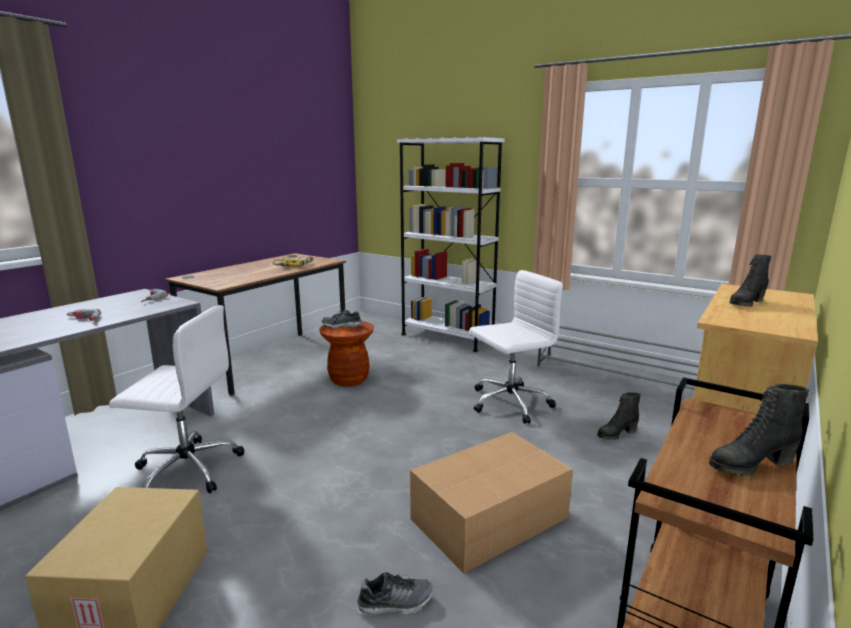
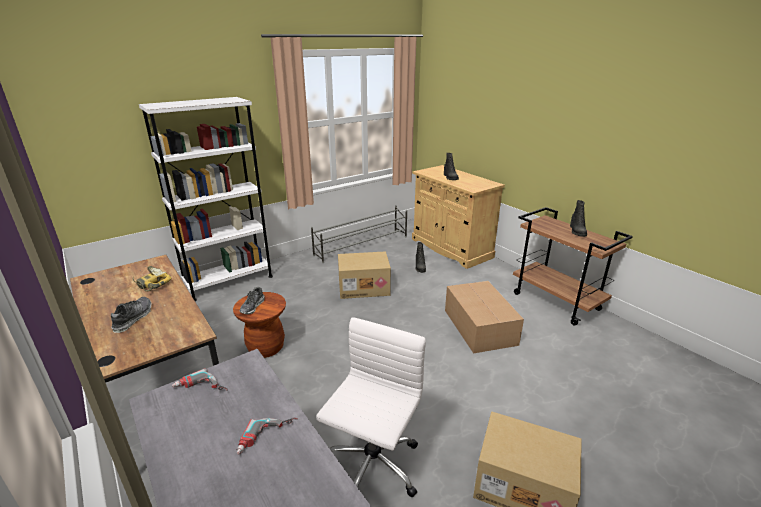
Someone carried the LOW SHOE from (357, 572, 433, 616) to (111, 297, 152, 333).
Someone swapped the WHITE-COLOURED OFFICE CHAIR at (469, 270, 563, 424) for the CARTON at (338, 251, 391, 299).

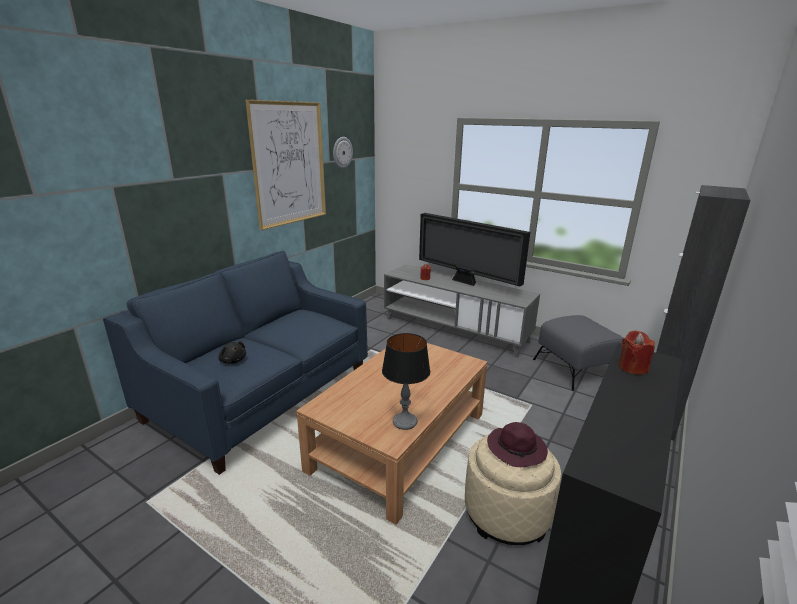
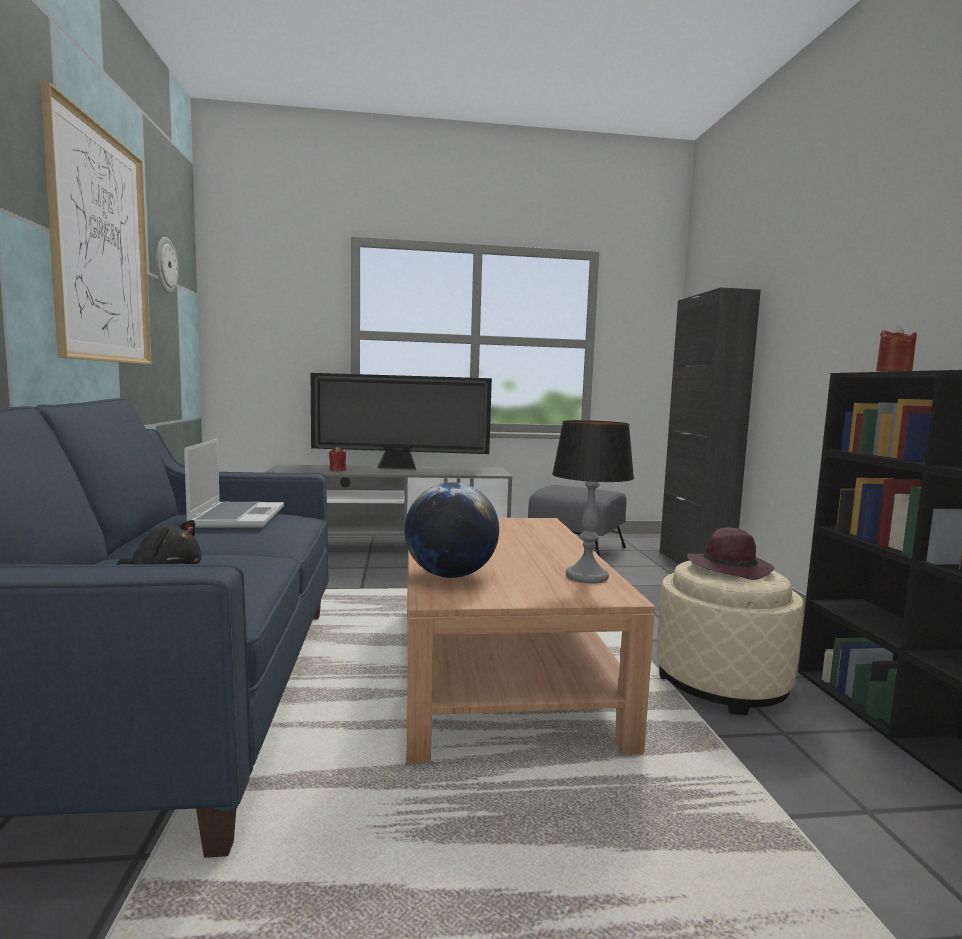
Someone put down the LAPTOP at (184, 439, 284, 528).
Someone put down the WORLD GLOBE at (404, 482, 499, 578).

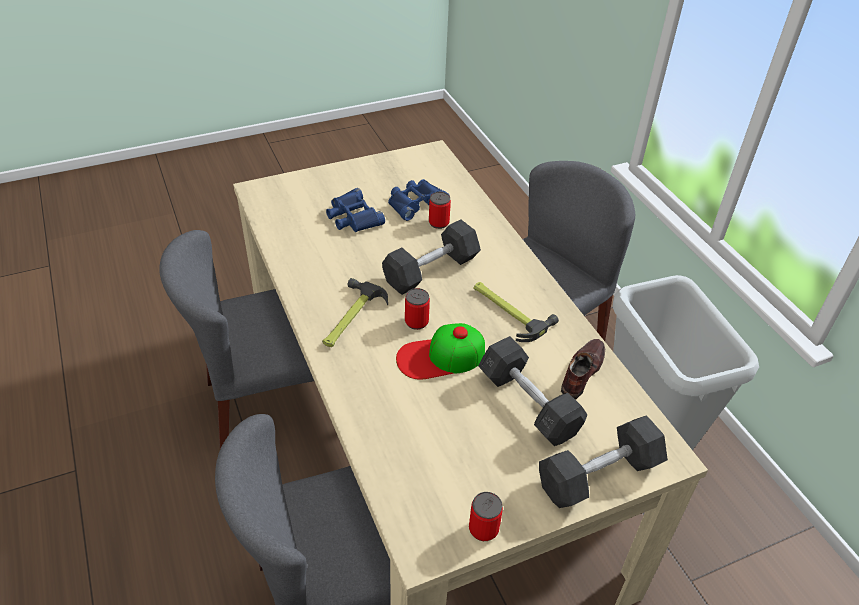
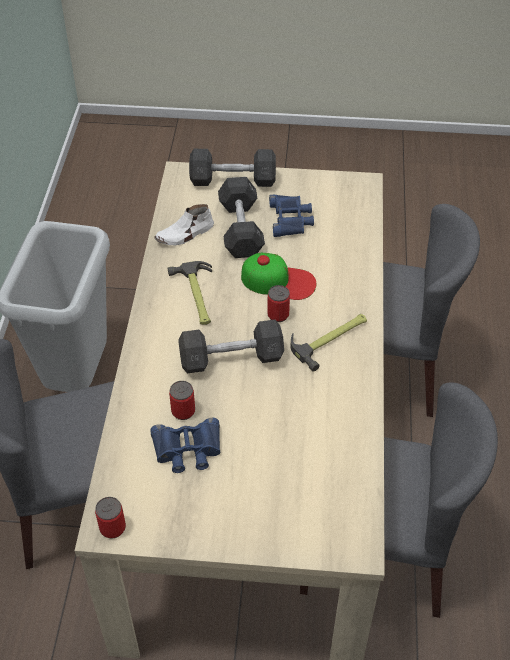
Someone carried the BLUE-COLOURED FIELD GLASSES from (326, 188, 385, 232) to (269, 195, 314, 237).
Someone carried the METAL CAN from (469, 492, 503, 541) to (95, 497, 126, 539).
Someone repainted the BROWNISH LOW SHOE at (561, 339, 605, 399), which became the WHITE-COLOURED LOW SHOE at (154, 204, 214, 245).

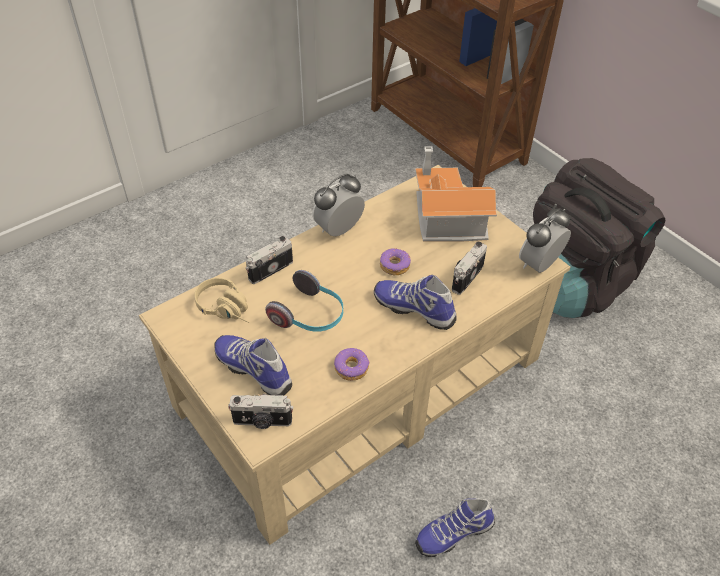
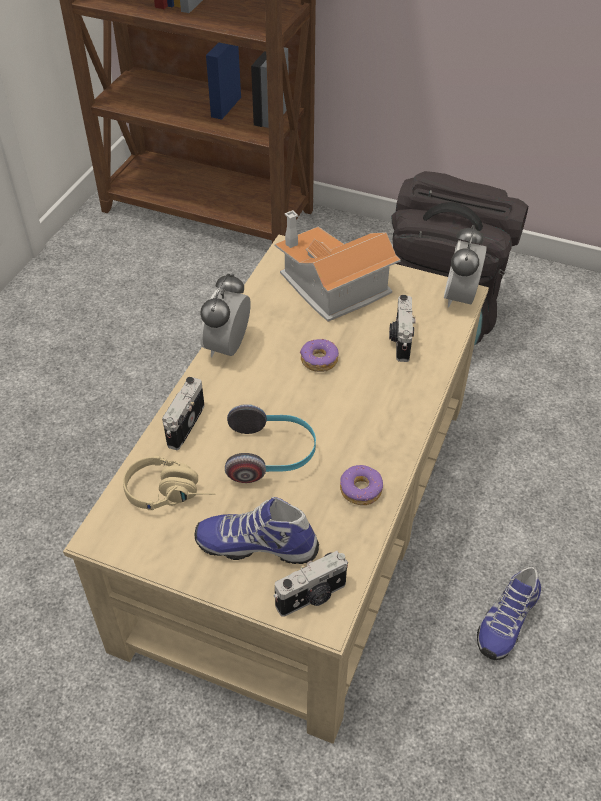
Someone took away the LOW SHOE at (374, 274, 457, 330).

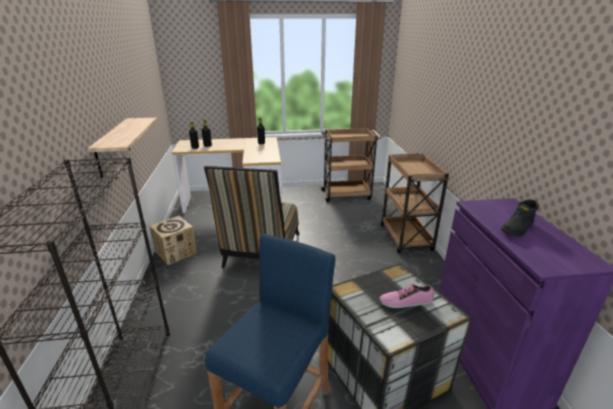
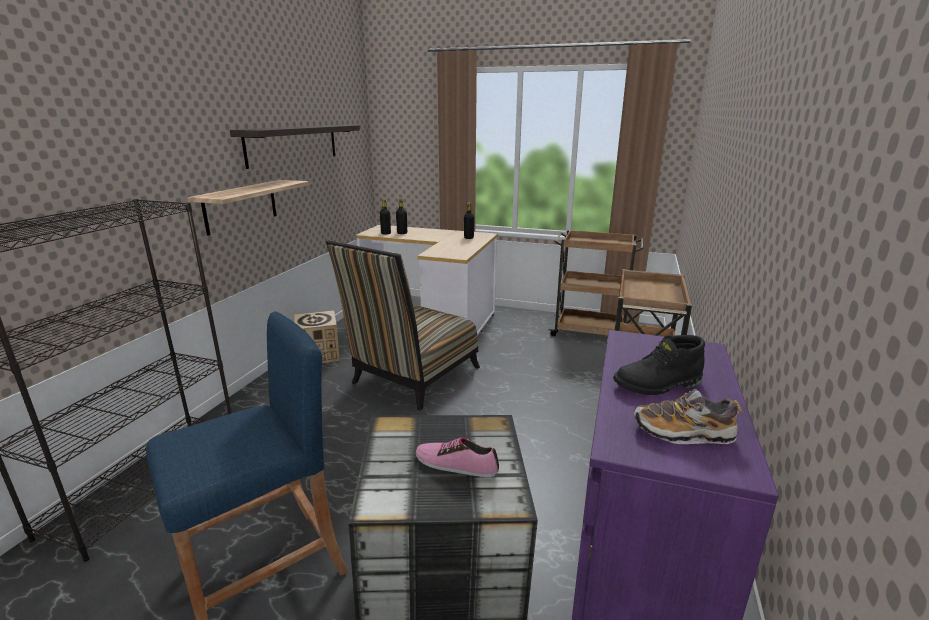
Someone put up the BRACKET SHELF at (230, 125, 360, 169).
Someone put down the LOW SHOE at (634, 389, 742, 444).

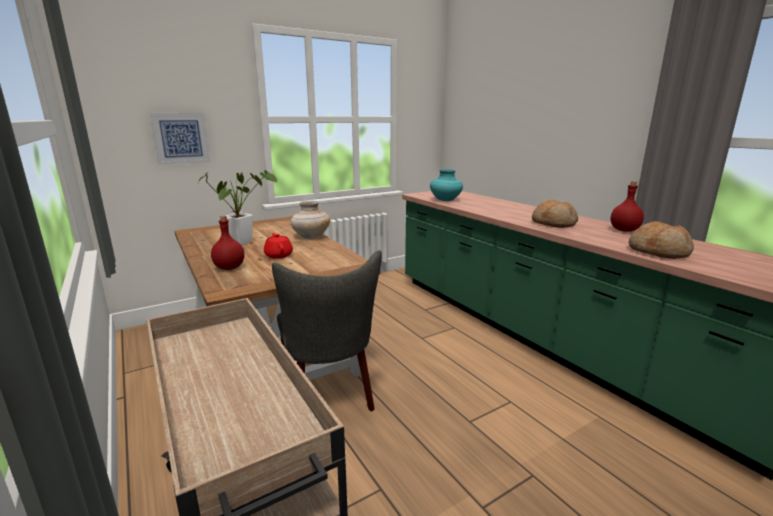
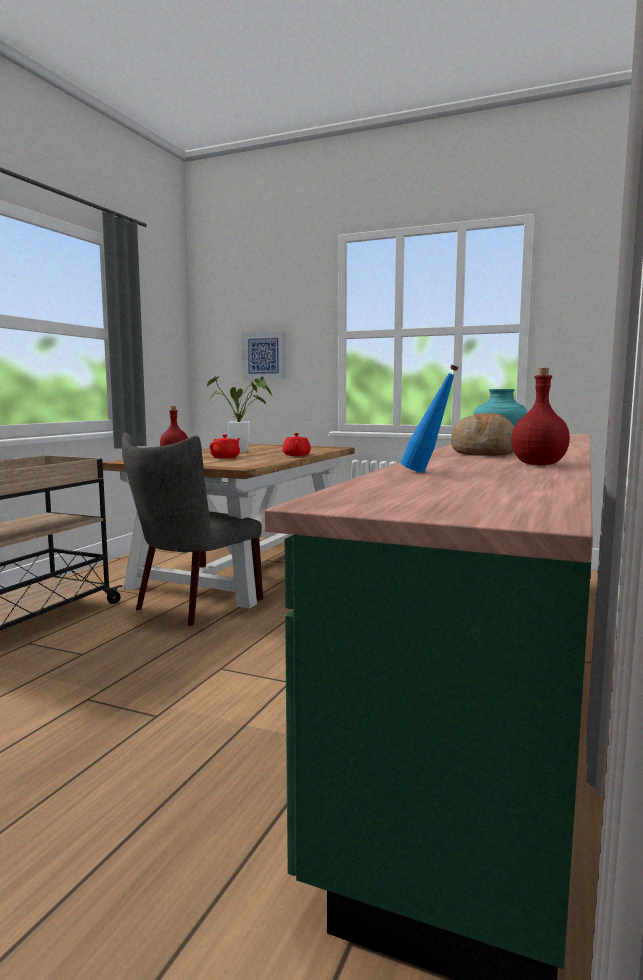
Someone swapped the SAND-COLOURED FLOWER VASE at (290, 201, 330, 239) for the RED TEAPOT at (282, 433, 311, 456).
Someone swapped the BAKERY BREAD at (629, 221, 694, 259) for the BLUE-COLOURED DRINK BOTTLE at (400, 364, 459, 473).

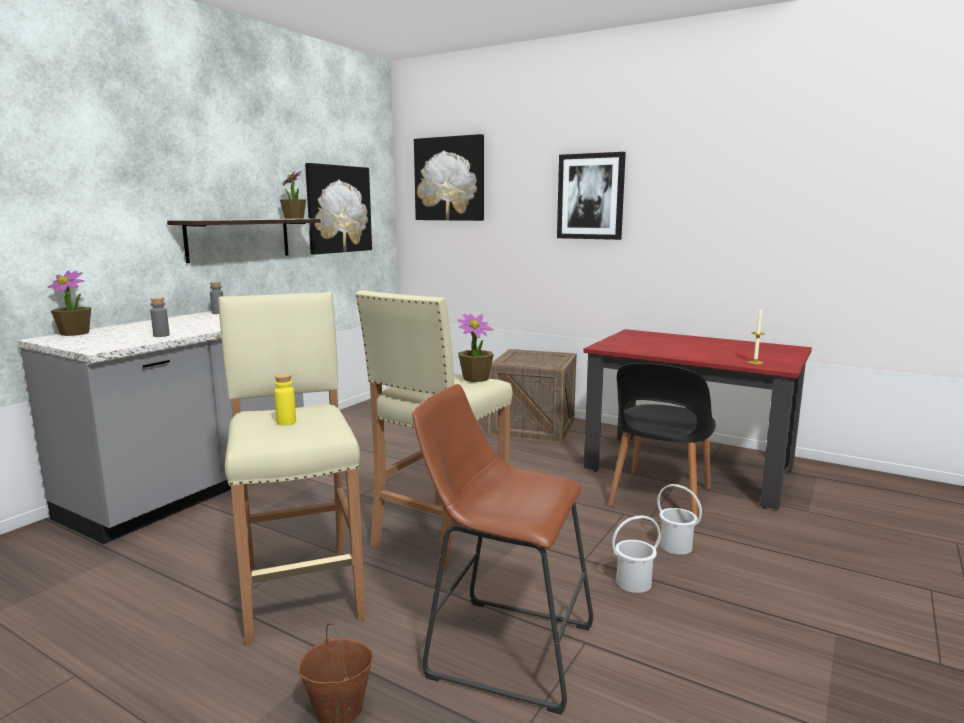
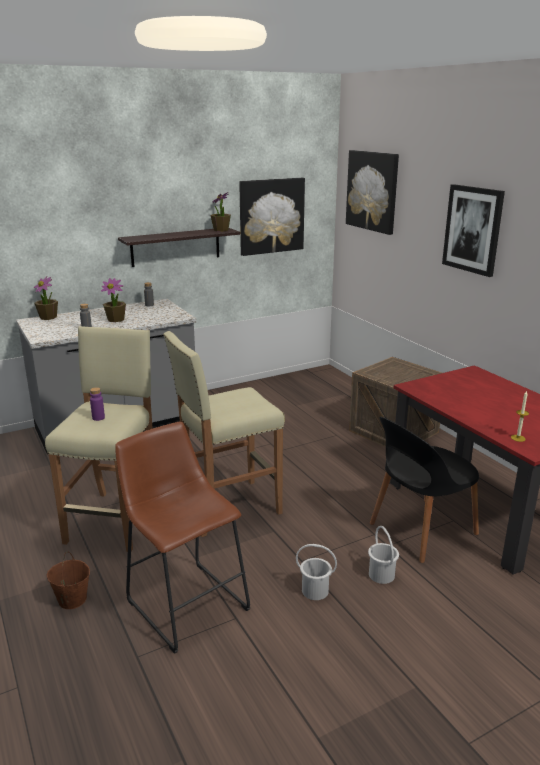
Someone repainted the YELLOWISH DRINK BOTTLE at (274, 374, 296, 425), which became the PURPLE-COLOURED DRINK BOTTLE at (90, 387, 105, 421).
Someone carried the PLANT IN A POT from (457, 313, 494, 382) to (101, 278, 126, 322).

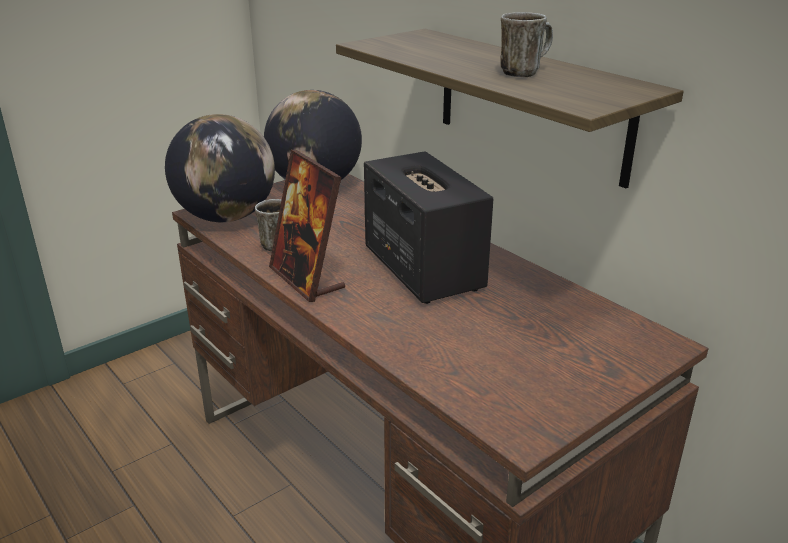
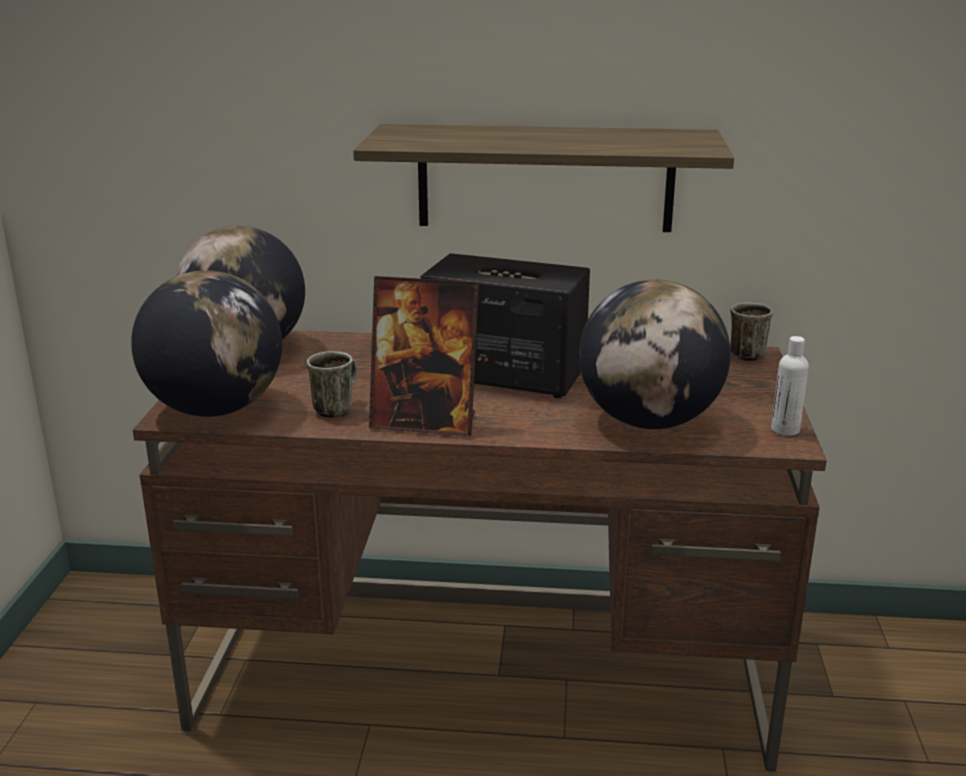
Someone carried the MUG from (501, 12, 553, 77) to (730, 303, 773, 361).
Someone put down the WORLD GLOBE at (579, 280, 731, 429).
Someone put down the WHITE-COLOURED DRINK BOTTLE at (771, 336, 809, 436).

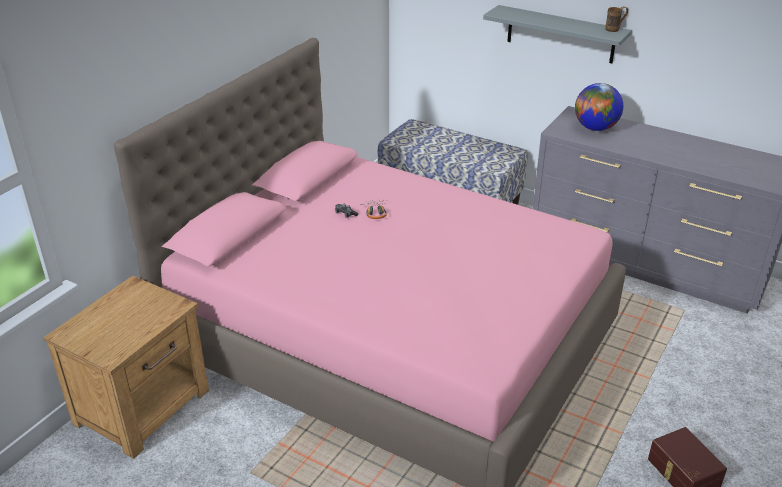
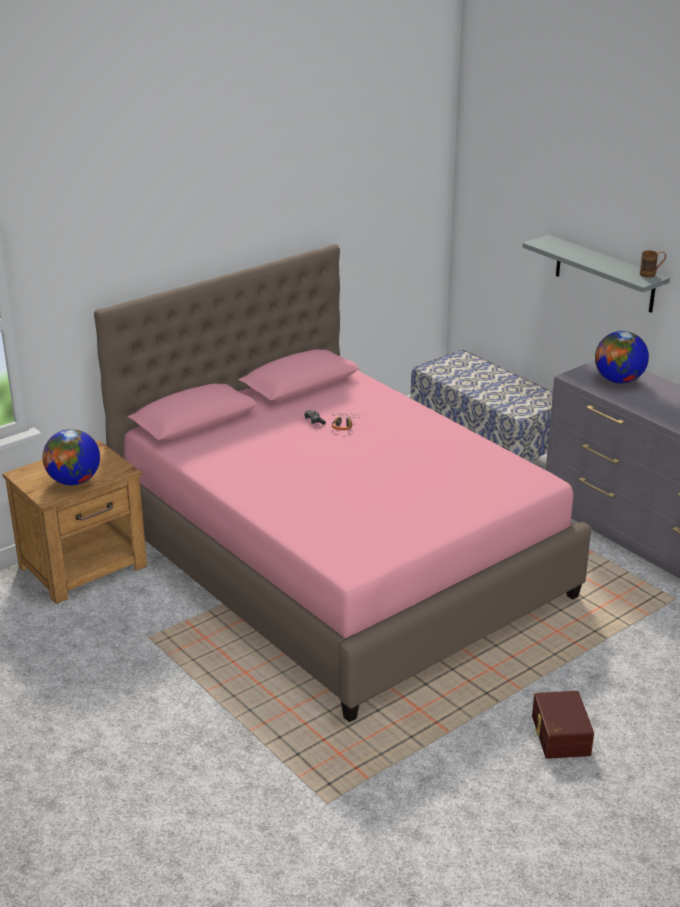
Someone put down the WORLD GLOBE at (43, 429, 100, 485).

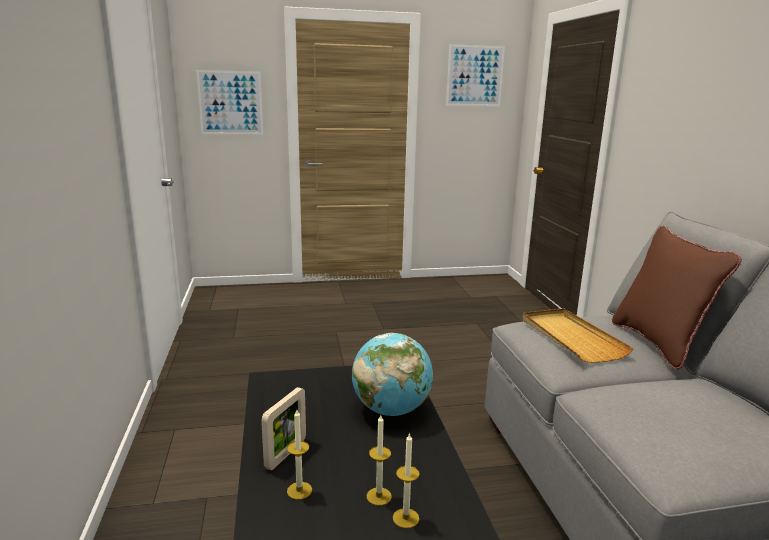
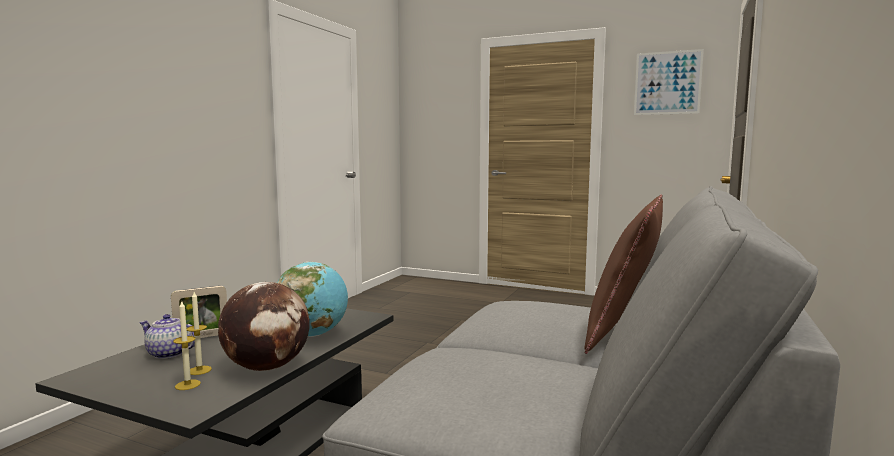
Someone took away the WALL ART at (196, 70, 263, 134).
Someone swapped the WAX LIGHT at (287, 410, 312, 500) for the TEAPOT at (139, 314, 195, 359).
Someone took away the SAND-COLOURED TRAY at (523, 309, 634, 363).
Someone put down the WORLD GLOBE at (218, 282, 310, 371).

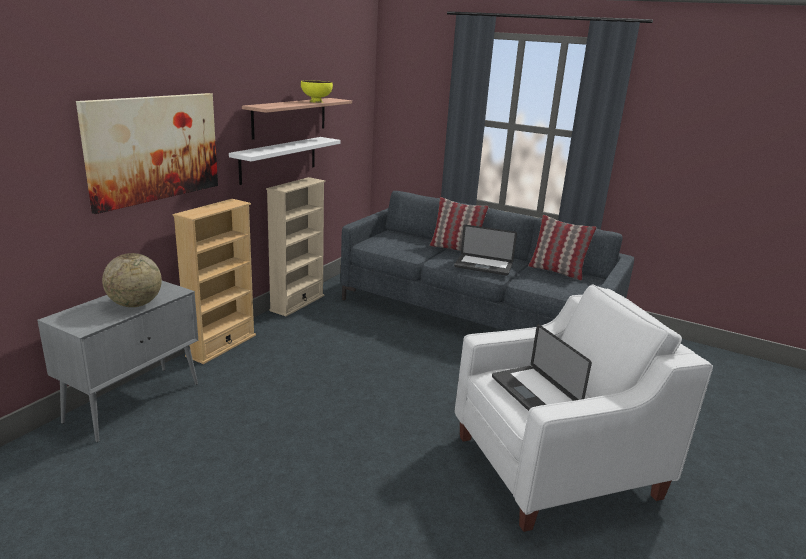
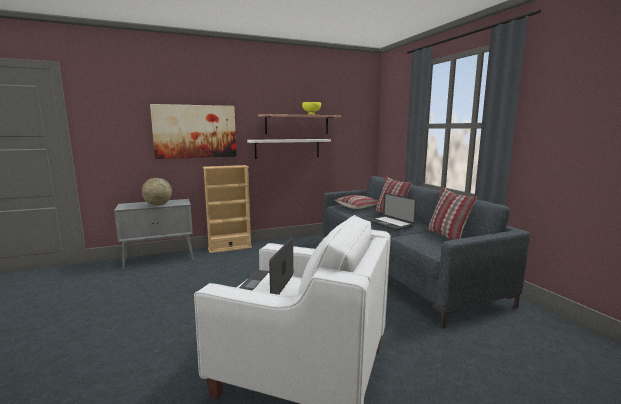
Someone took away the SAND-COLOURED SHELVING UNIT at (266, 177, 326, 316).
Someone put down the CUSHION at (335, 195, 379, 209).

